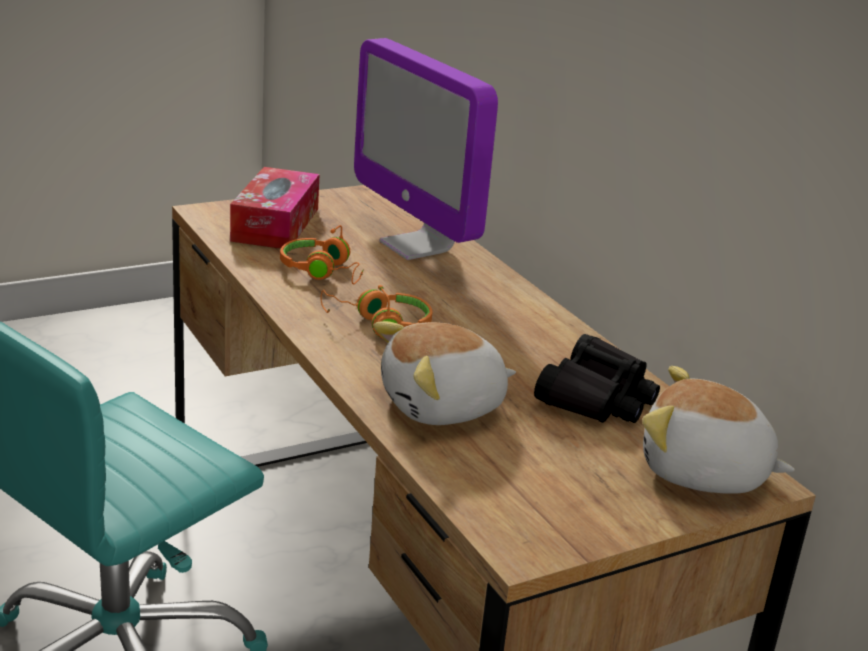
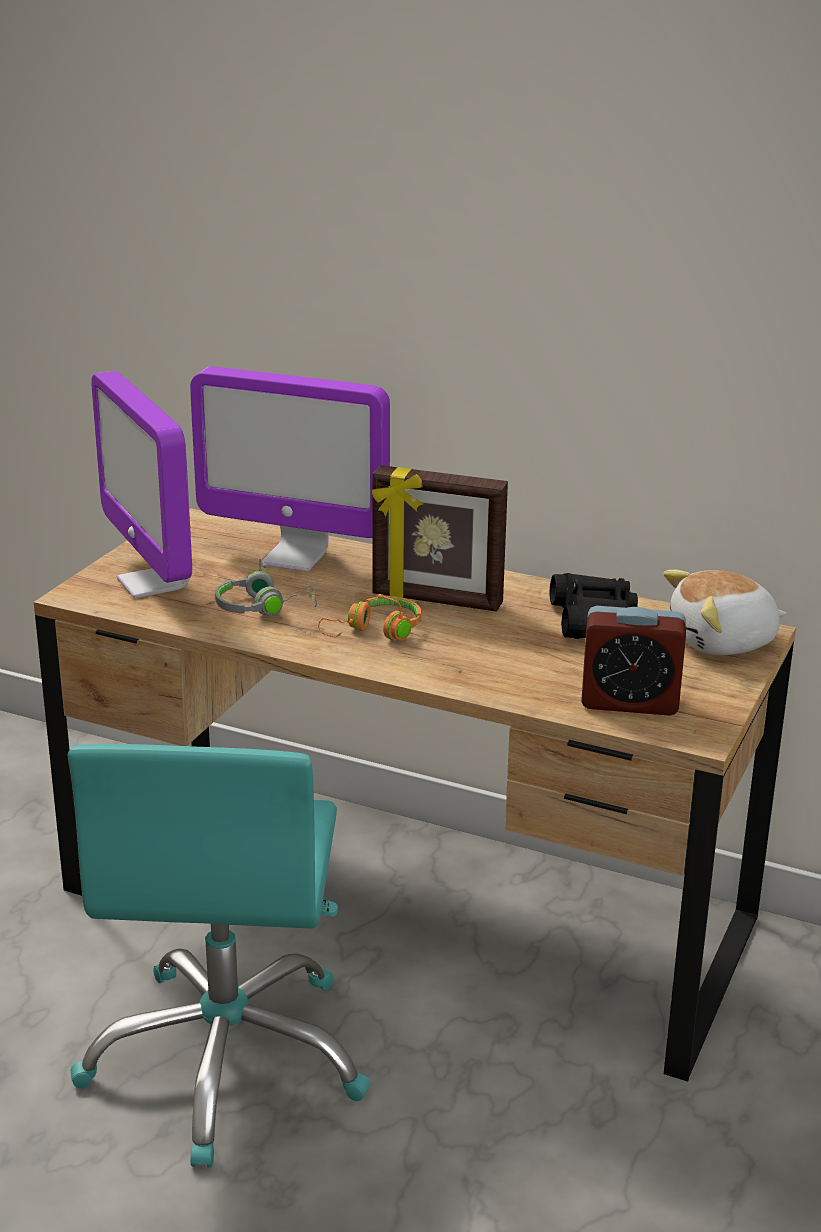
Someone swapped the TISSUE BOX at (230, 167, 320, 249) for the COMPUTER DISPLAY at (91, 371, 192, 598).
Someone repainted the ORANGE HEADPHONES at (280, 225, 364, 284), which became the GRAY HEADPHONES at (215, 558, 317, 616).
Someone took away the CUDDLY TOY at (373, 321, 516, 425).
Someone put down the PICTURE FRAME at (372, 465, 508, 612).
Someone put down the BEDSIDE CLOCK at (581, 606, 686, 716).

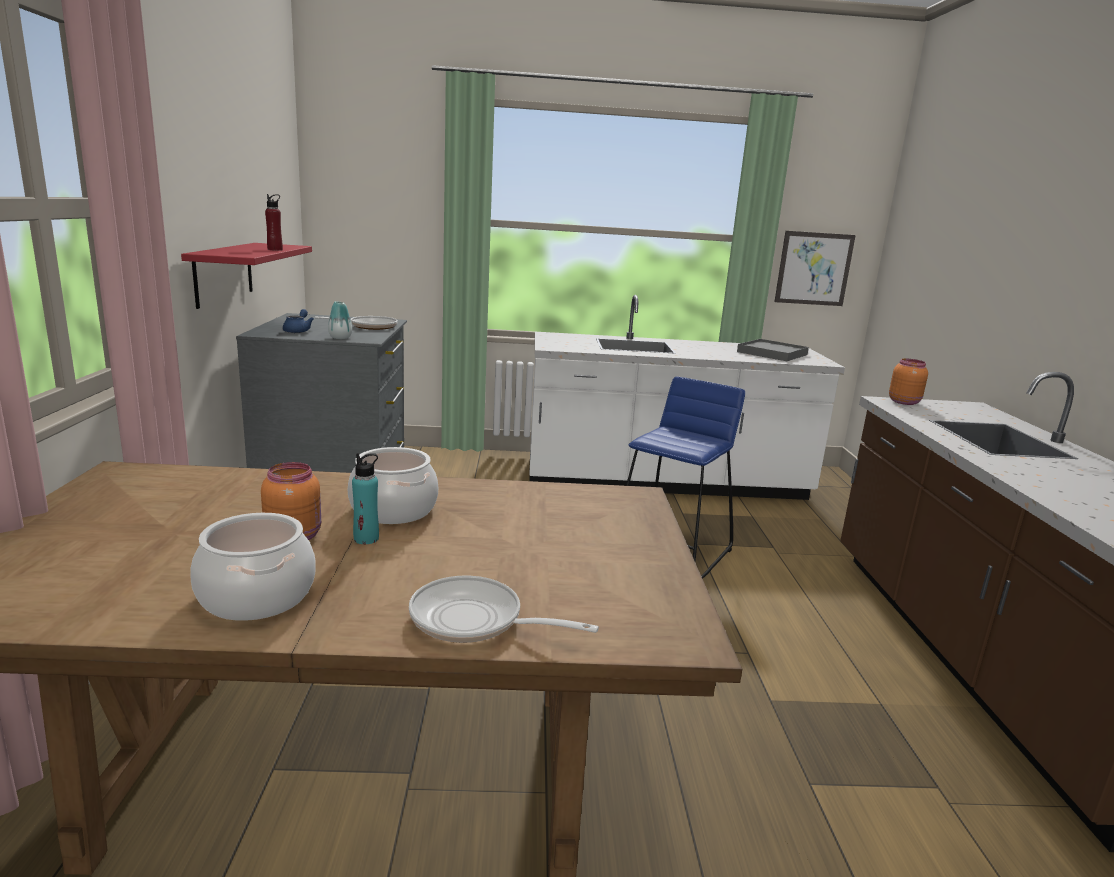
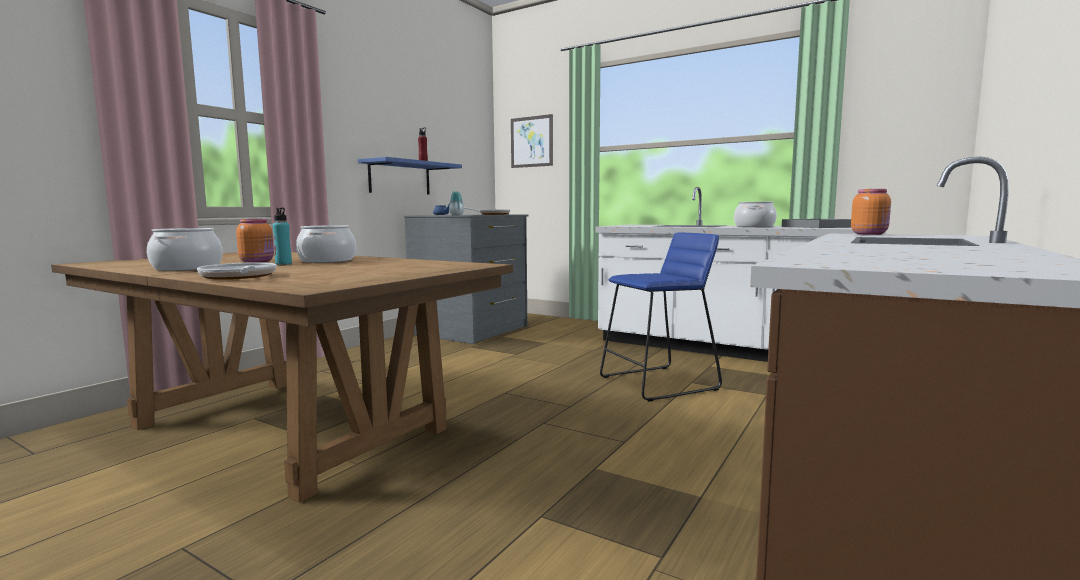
Someone repainted the RED BRACKET SHELF at (181, 243, 312, 309), which became the BLUE-COLOURED BRACKET SHELF at (358, 157, 462, 195).
Someone carried the WALL ART from (775, 231, 856, 306) to (511, 114, 553, 168).
Someone put down the STOCKPOT at (734, 202, 777, 227).

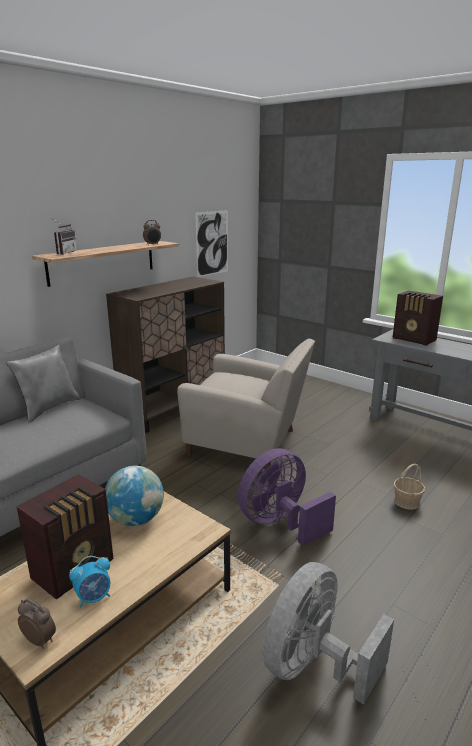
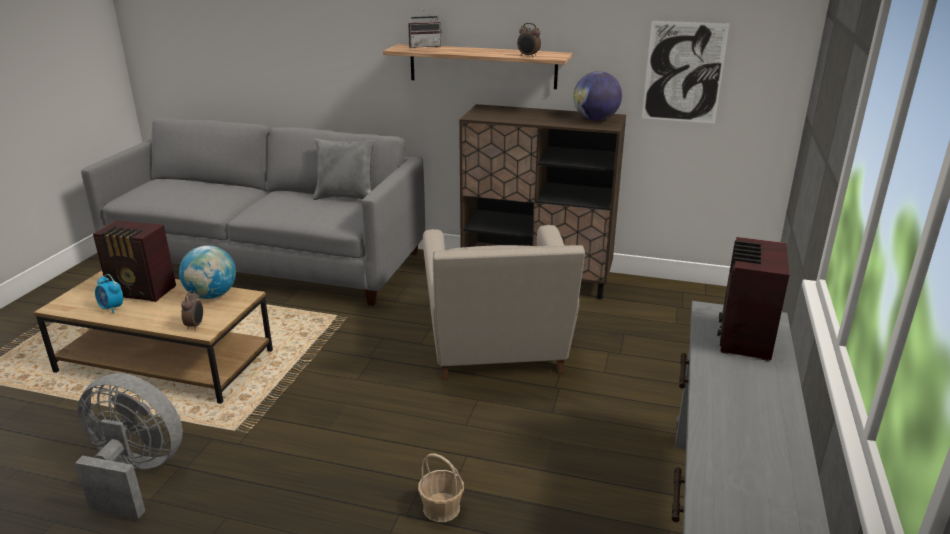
Someone carried the BEDSIDE CLOCK from (18, 599, 56, 649) to (181, 291, 203, 330).
Someone took away the PURPLE-COLOURED ELECTRIC FAN at (238, 448, 336, 546).
Someone put down the WORLD GLOBE at (573, 71, 622, 121).

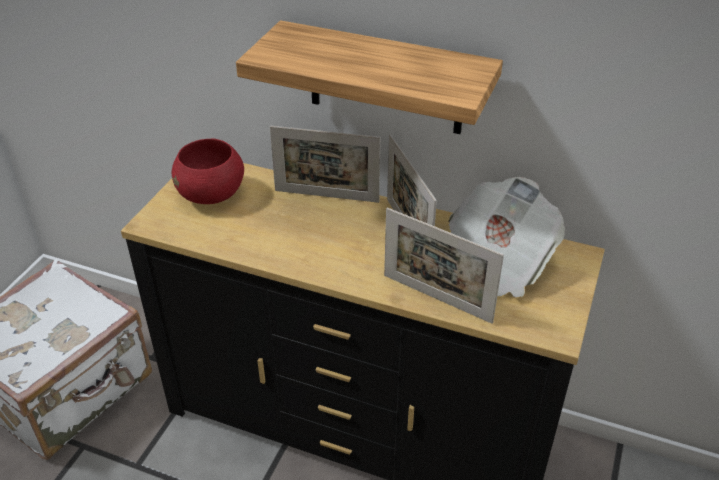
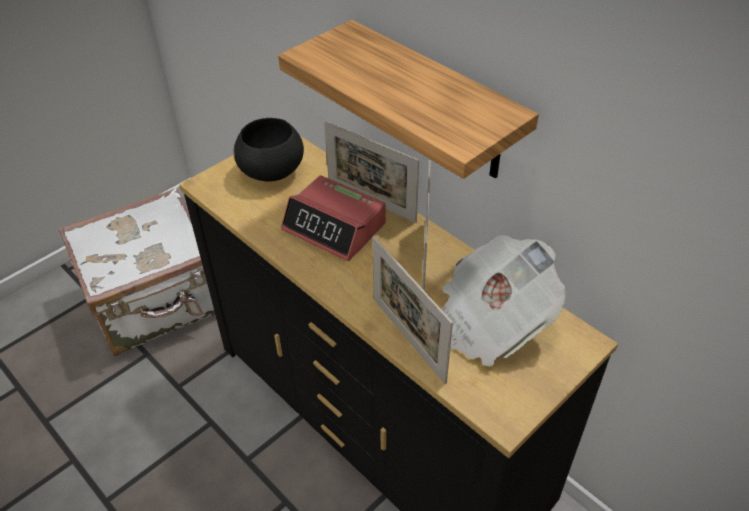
Someone repainted the RED SERVING BOWL at (172, 138, 244, 204), which became the BLACK-COLOURED SERVING BOWL at (234, 118, 304, 182).
Someone put down the BEDSIDE CLOCK at (281, 175, 386, 261).

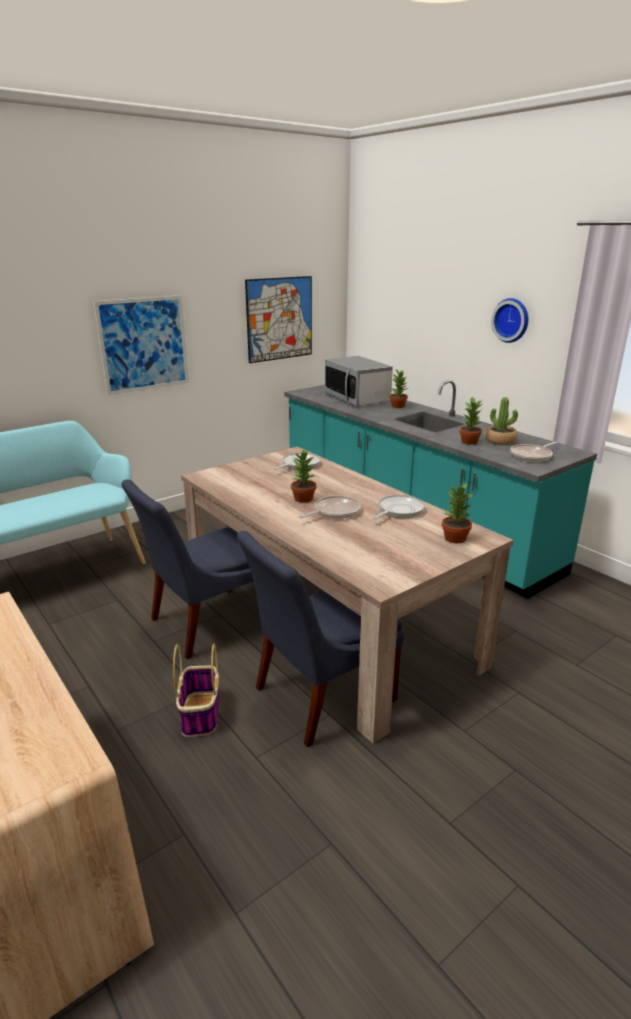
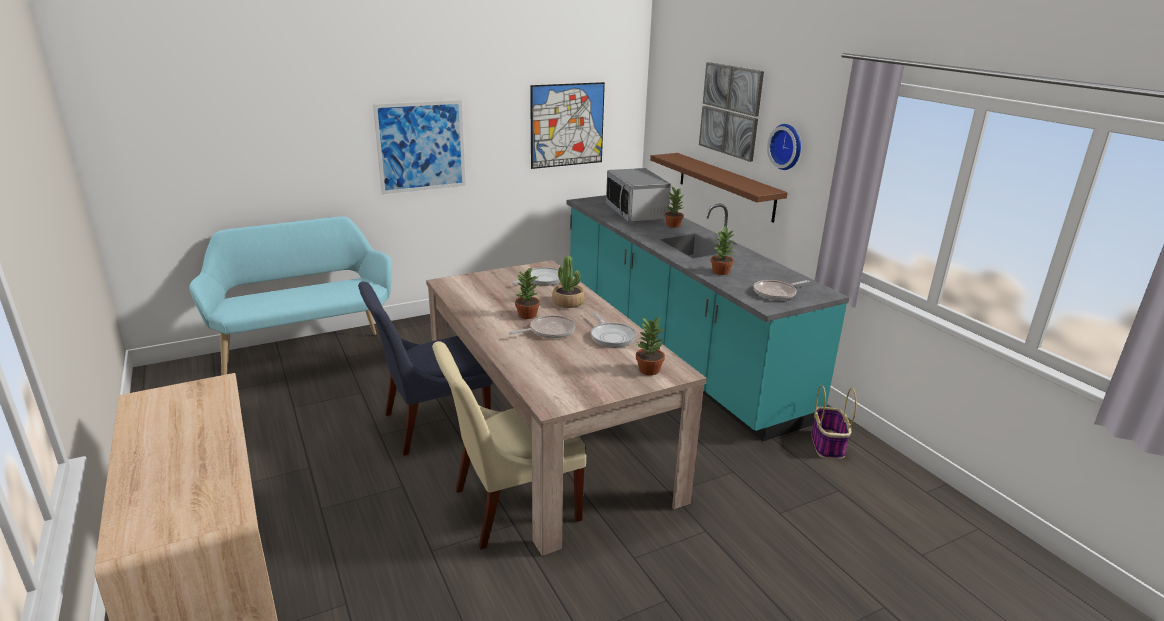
Someone carried the BASKET from (173, 643, 219, 737) to (811, 385, 857, 459).
Someone repainted the BLUE-COLOURED UPRIGHT CHAIR at (237, 531, 404, 747), which became the SAND-COLOURED UPRIGHT CHAIR at (432, 341, 586, 550).
Someone rotated the FRYING PAN at (372, 495, 425, 520) by 105 degrees clockwise.
Someone carried the PLANT IN A POT from (486, 397, 518, 445) to (552, 256, 585, 308).
Someone put up the BROWNISH BRACKET SHELF at (650, 153, 788, 223).
Someone put up the WALL ART at (699, 62, 764, 162).

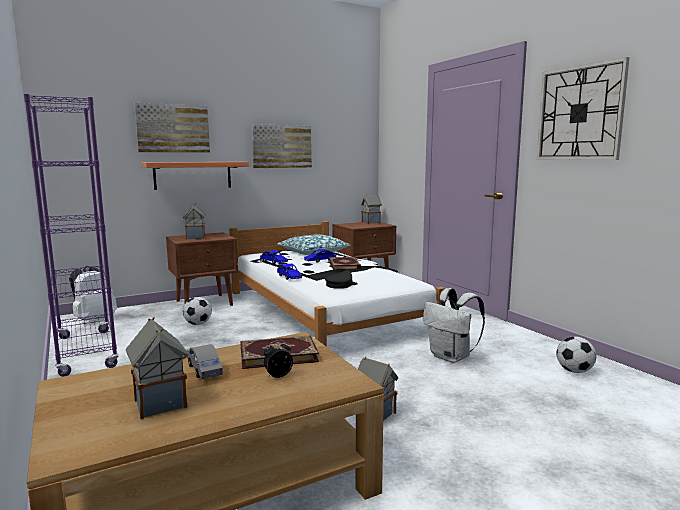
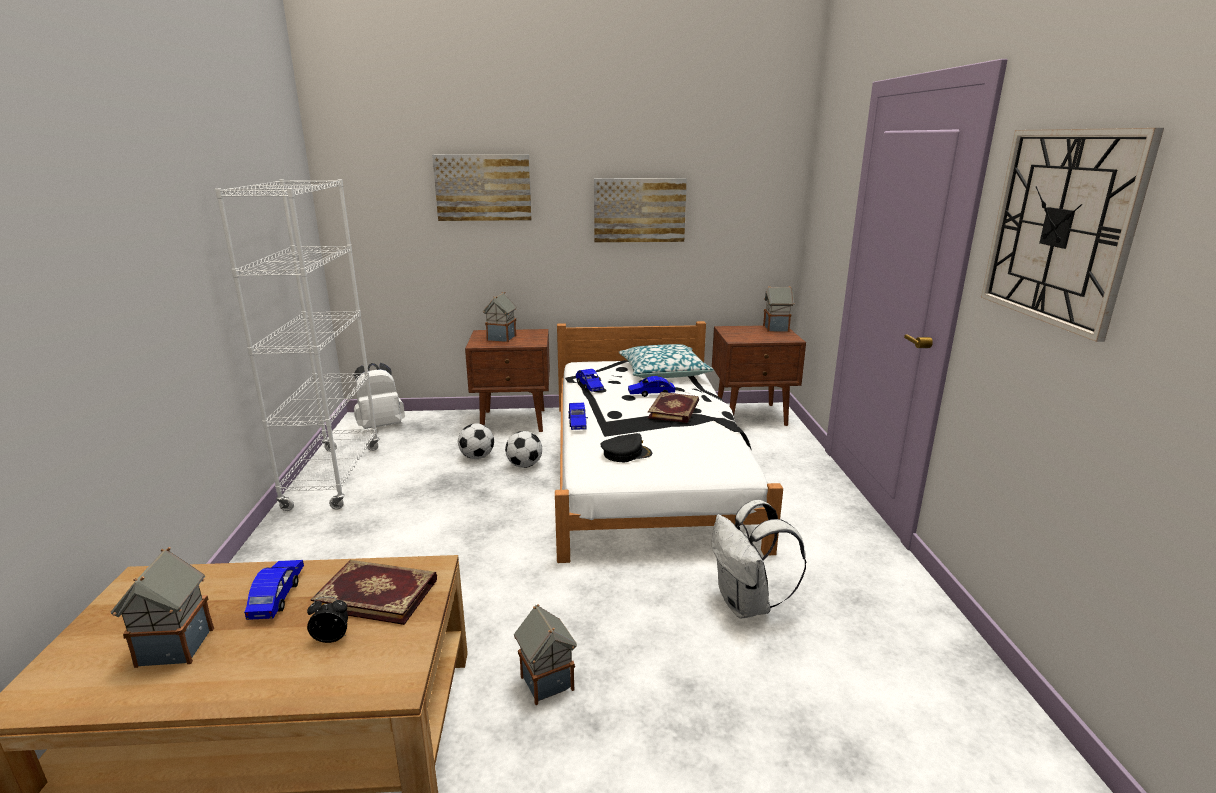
Someone repainted the PURPLE-COLOURED SHELVING UNIT at (24, 94, 119, 377), which became the WHITE-COLOURED SHELVING UNIT at (215, 179, 379, 511).
Someone took away the BRACKET SHELF at (141, 162, 249, 190).
Someone repainted the GRAY TOY CAR at (186, 344, 223, 379), which became the BLUE-COLOURED TOY CAR at (244, 560, 304, 620).
Someone carried the FOOTBALL from (557, 336, 596, 373) to (505, 431, 542, 468).

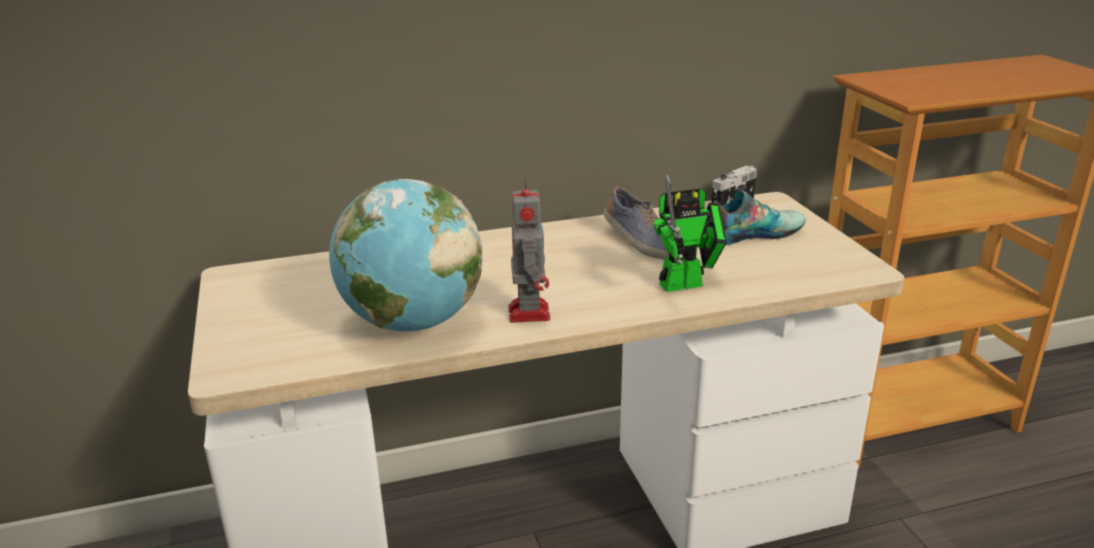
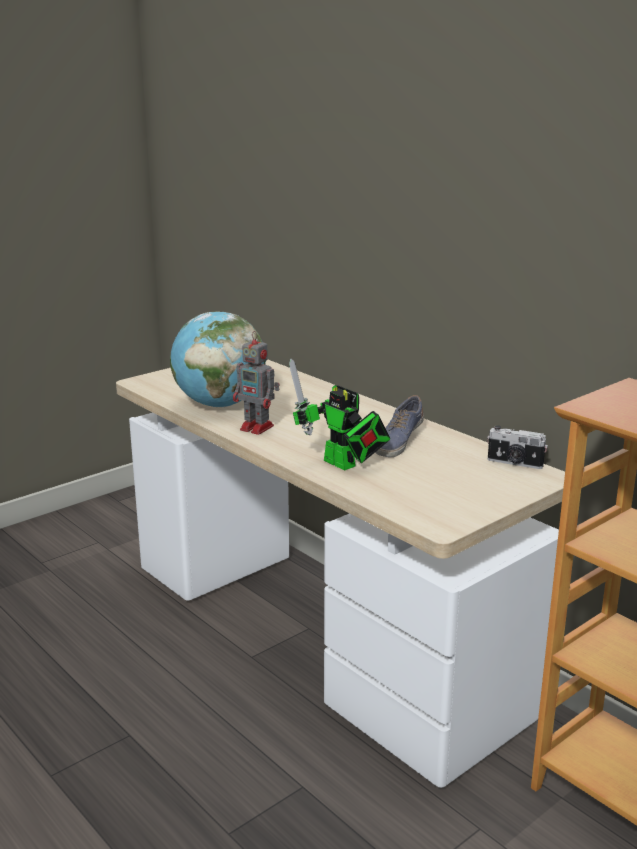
Someone rotated the ROBOT FIGURE at (508, 177, 550, 323) by 60 degrees clockwise.
Someone took away the LOW SHOE at (713, 190, 806, 245).

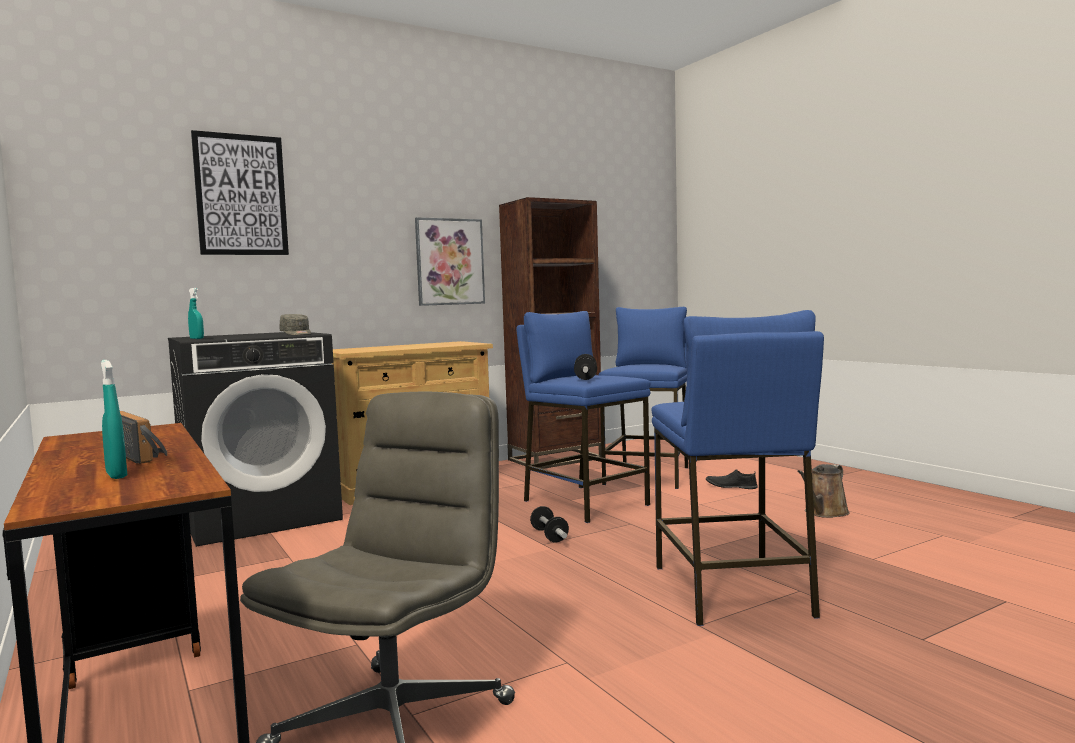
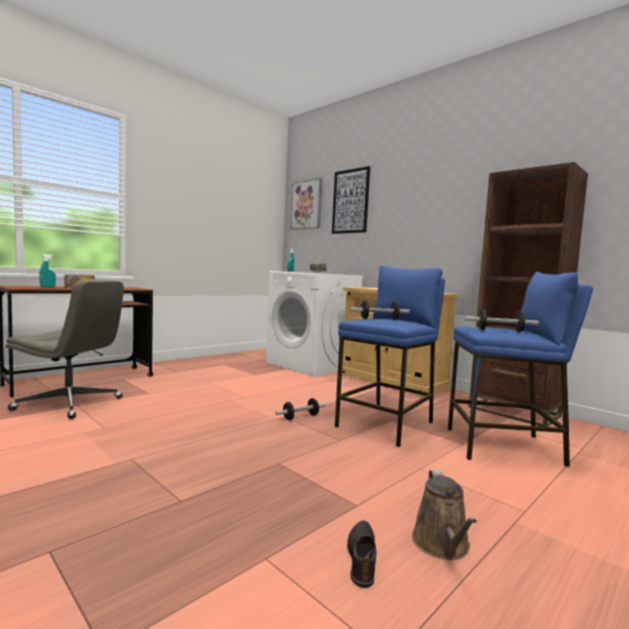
Someone repainted the BLACK-COLOURED WASHING MACHINE at (168, 332, 343, 547), which became the WHITE-COLOURED WASHING MACHINE at (266, 271, 364, 376).
Someone carried the WALL ART from (415, 217, 485, 306) to (291, 178, 322, 230).
Someone took away the BLUE-COLOURED STOOL at (651, 310, 824, 626).
Someone carried the BLACK-COLOURED LOW SHOE from (706, 470, 757, 489) to (347, 520, 376, 588).
Someone rotated the BROWNISH WATERING CAN at (797, 464, 850, 518) by 120 degrees counterclockwise.
Someone put down the DUMBBELL at (465, 309, 539, 332).

